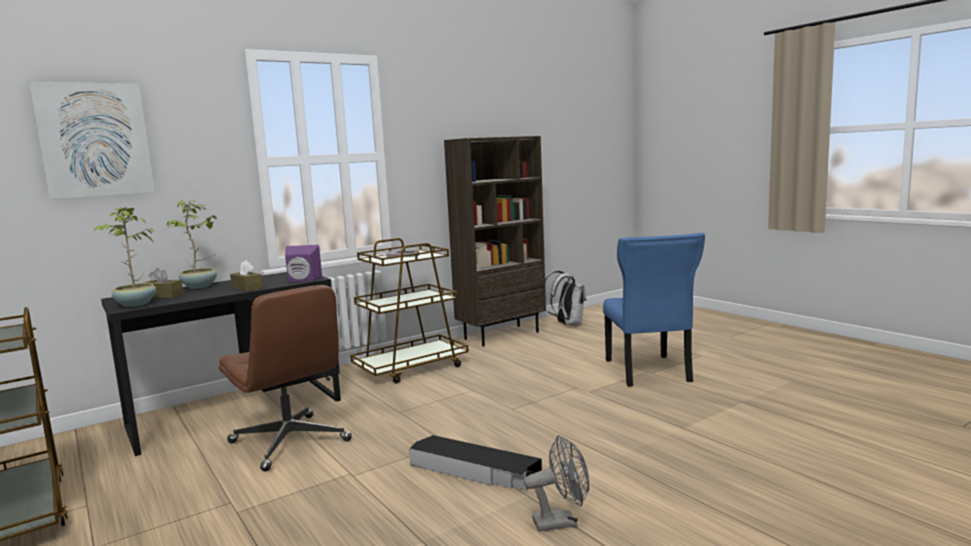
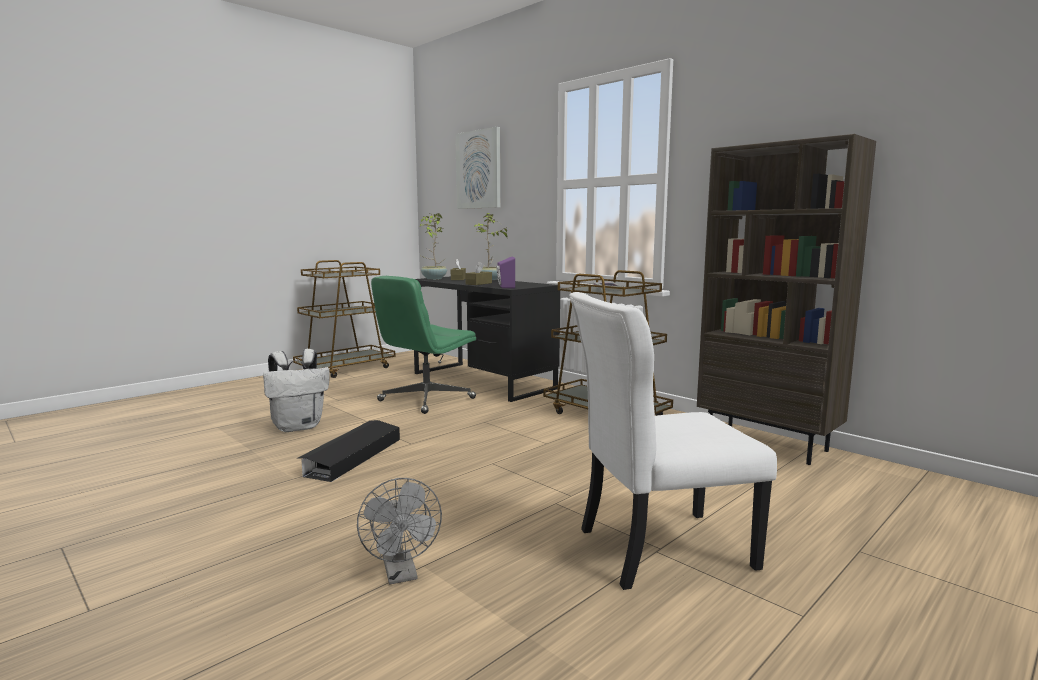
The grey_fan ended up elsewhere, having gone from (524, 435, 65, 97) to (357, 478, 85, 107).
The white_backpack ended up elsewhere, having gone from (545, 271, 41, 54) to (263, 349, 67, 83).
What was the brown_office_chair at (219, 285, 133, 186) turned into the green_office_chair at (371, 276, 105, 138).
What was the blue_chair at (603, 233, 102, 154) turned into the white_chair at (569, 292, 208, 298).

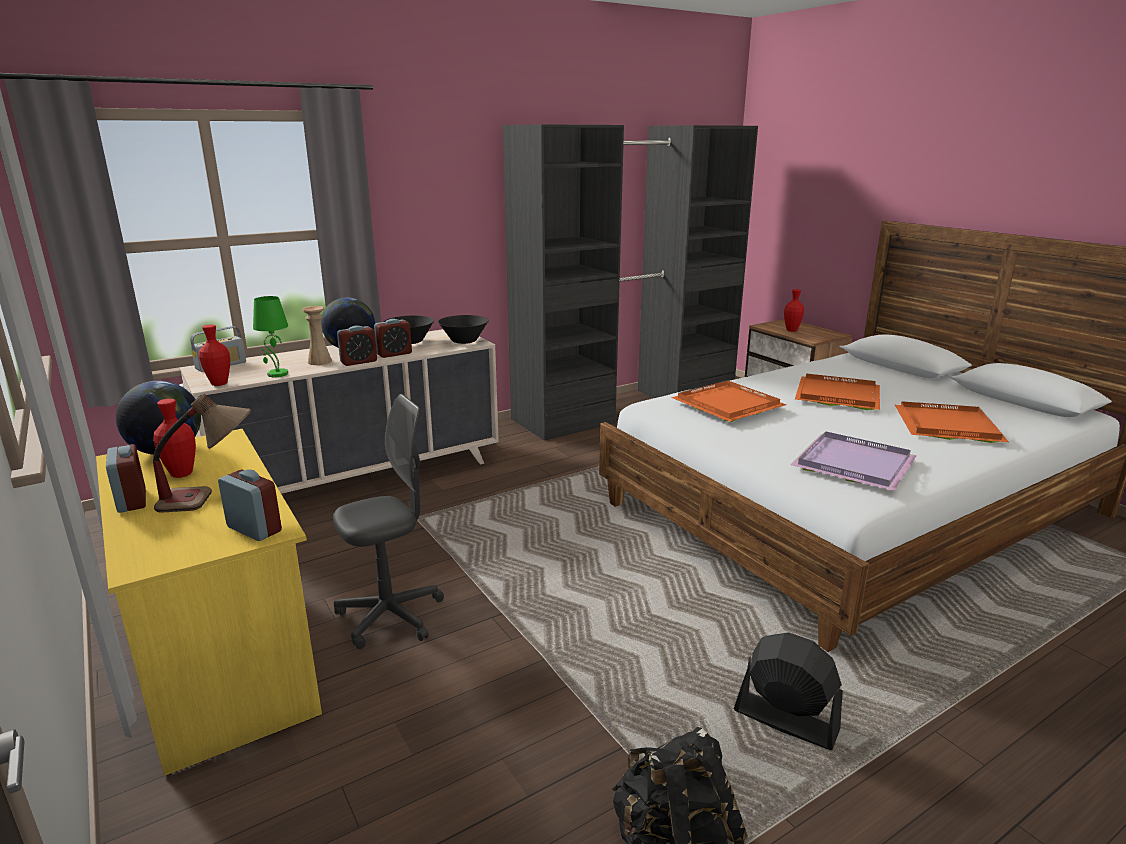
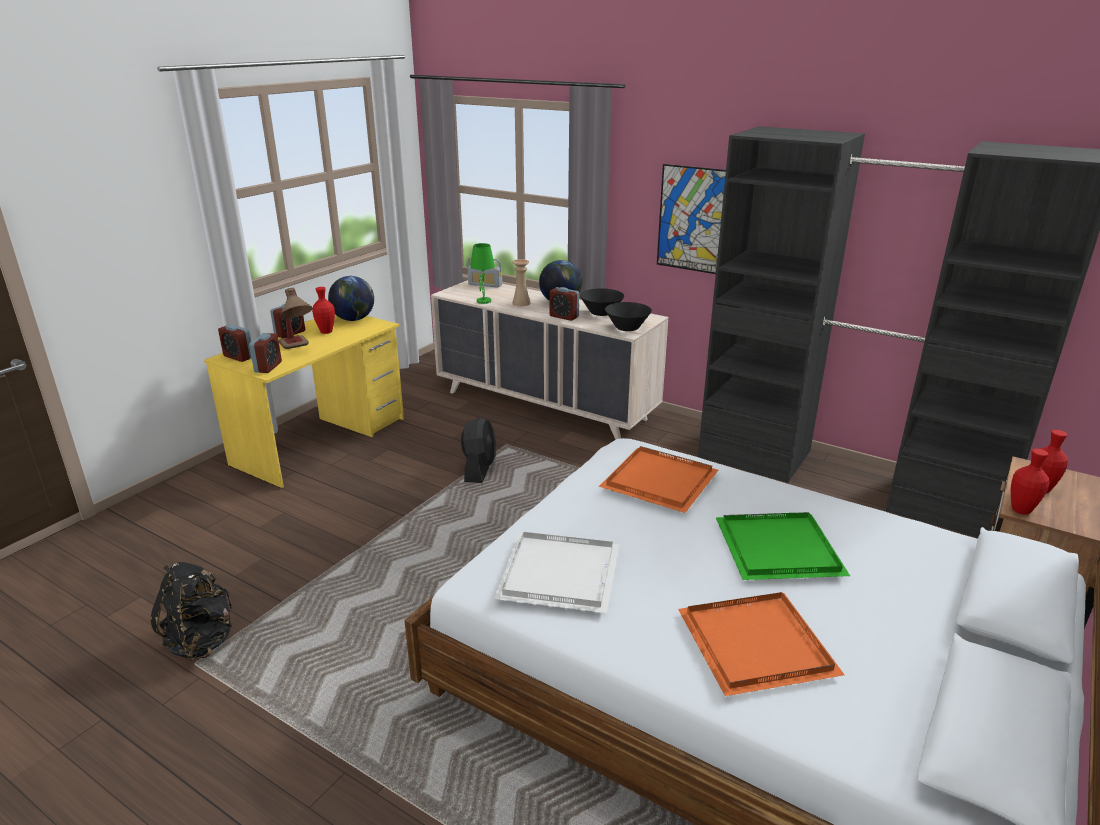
The second view lost the grey_office_chair at (333, 394, 111, 255).
The second view gained the picture at (657, 164, 69, 110).
The red_vase ended up elsewhere, having gone from (199, 325, 31, 61) to (1011, 449, 38, 66).
The alarm_clock ended up elsewhere, having gone from (337, 326, 40, 40) to (218, 324, 33, 38).
The black_fan ended up elsewhere, having gone from (734, 632, 109, 118) to (461, 417, 35, 66).
What was the purple_tray at (790, 432, 127, 59) turned into the white_tray at (494, 532, 125, 81).
What was the orange_tray at (795, 373, 85, 37) turned into the green_tray at (716, 512, 134, 68).

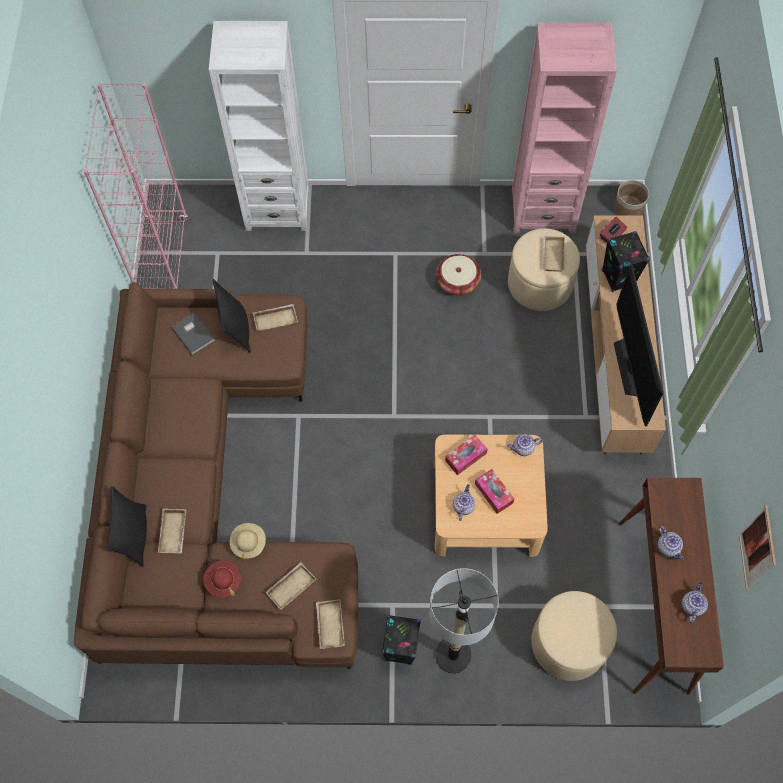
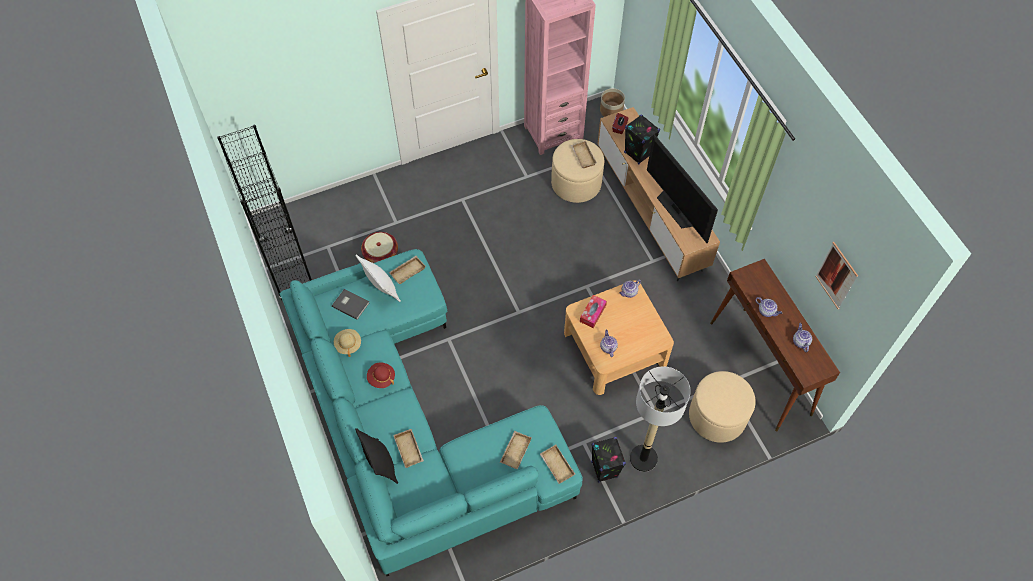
The second view lost the white_bookcase at (209, 21, 100, 210).
The second view lost the tissue_box at (475, 469, 39, 45).
The red_hat ended up elsewhere, having gone from (203, 561, 38, 37) to (367, 362, 28, 26).
The beige_hat ended up elsewhere, having gone from (230, 523, 36, 38) to (334, 329, 27, 28).
The basket ended up elsewhere, having gone from (436, 254, 45, 41) to (361, 232, 37, 31).
What was the brown_sofa at (74, 282, 284, 387) turned into the turquoise_sofa at (280, 249, 303, 327).
What was the pink_bookcase at (84, 83, 104, 206) turned into the black_bookcase at (217, 125, 95, 175).
What was the black_pillow at (213, 279, 38, 74) turned into the white_pillow at (356, 255, 45, 47).

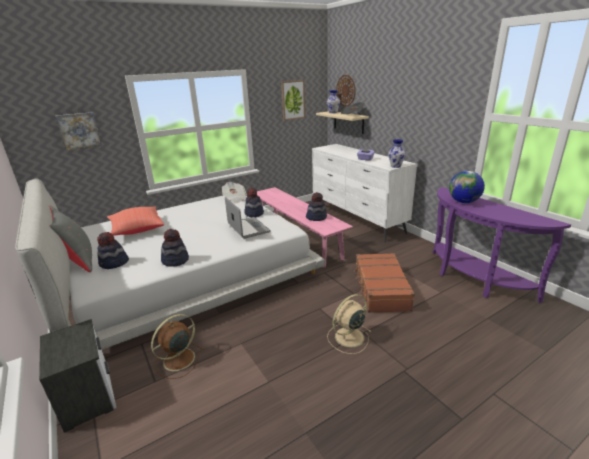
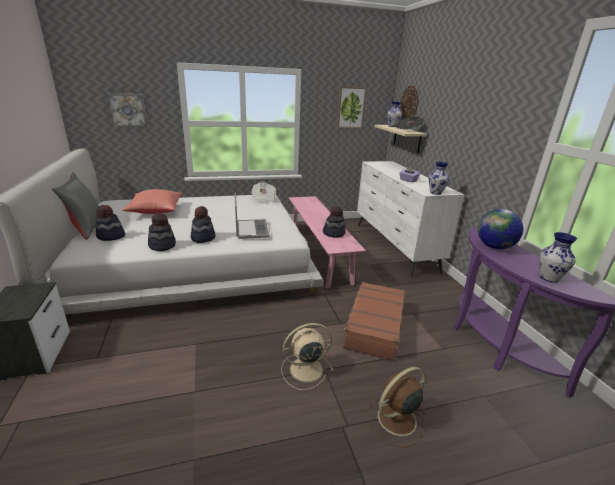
The second view gained the vase at (539, 232, 38, 51).
The brown_fan ended up elsewhere, having gone from (151, 314, 53, 65) to (368, 367, 58, 81).
The hat ended up elsewhere, having gone from (244, 188, 20, 29) to (191, 206, 25, 37).

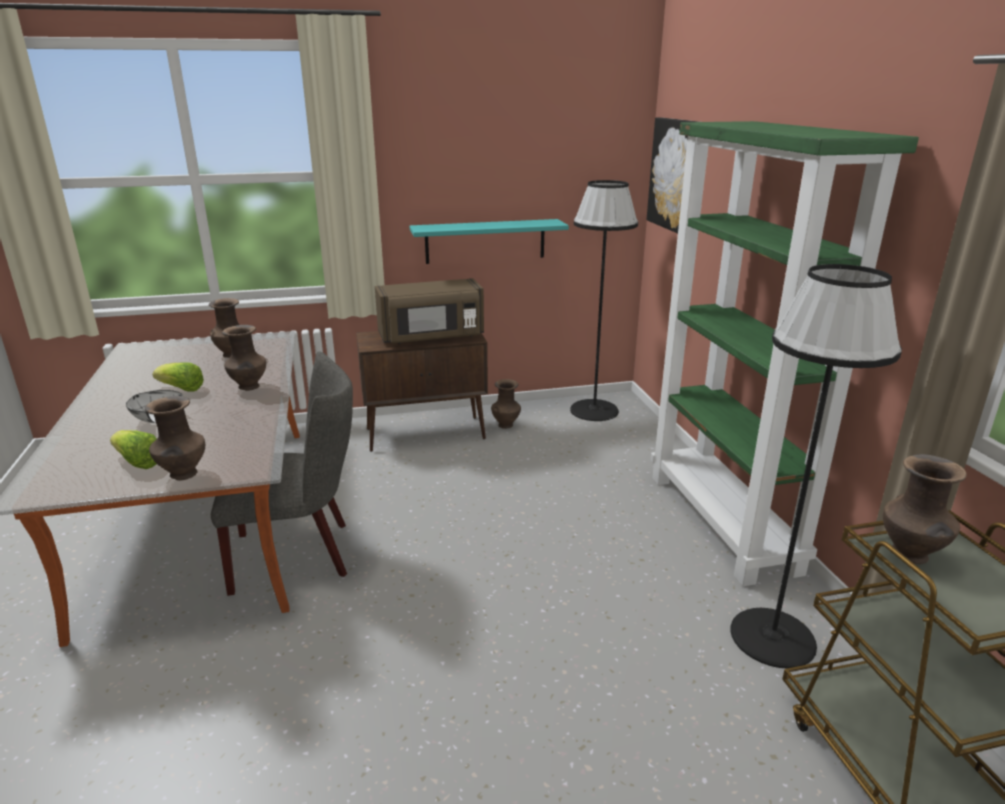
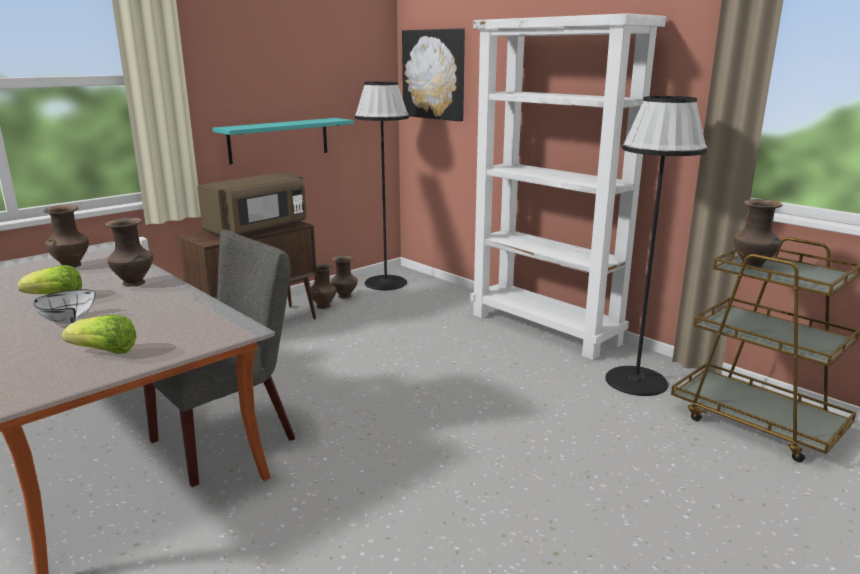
The brown_vase ended up elsewhere, having gone from (145, 396, 60, 85) to (331, 255, 27, 44).
What was the green_bookcase at (650, 121, 269, 465) turned into the white_bookcase at (470, 13, 196, 347).

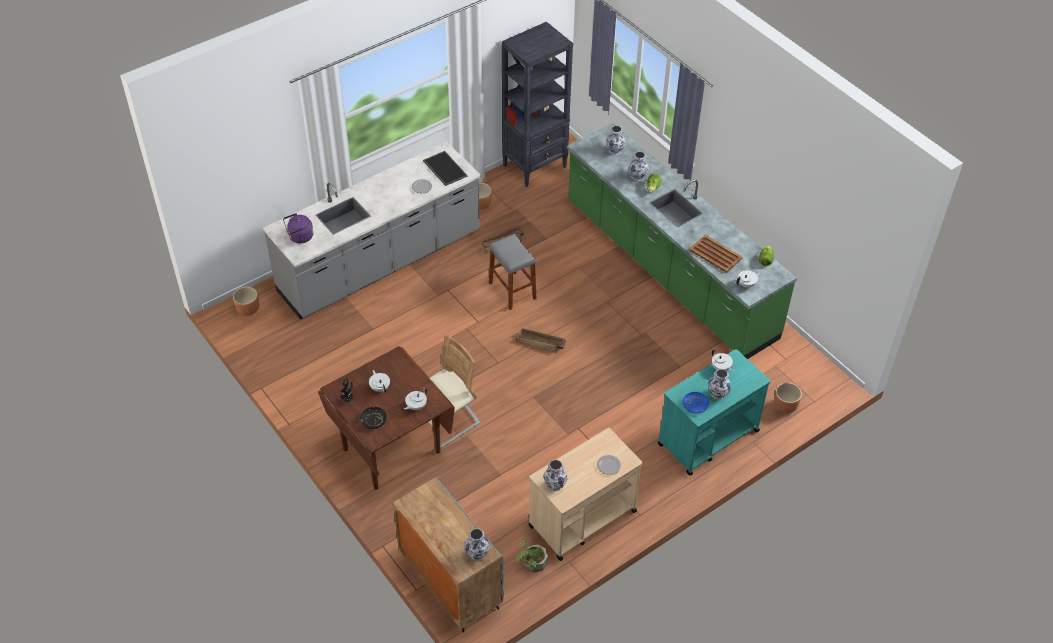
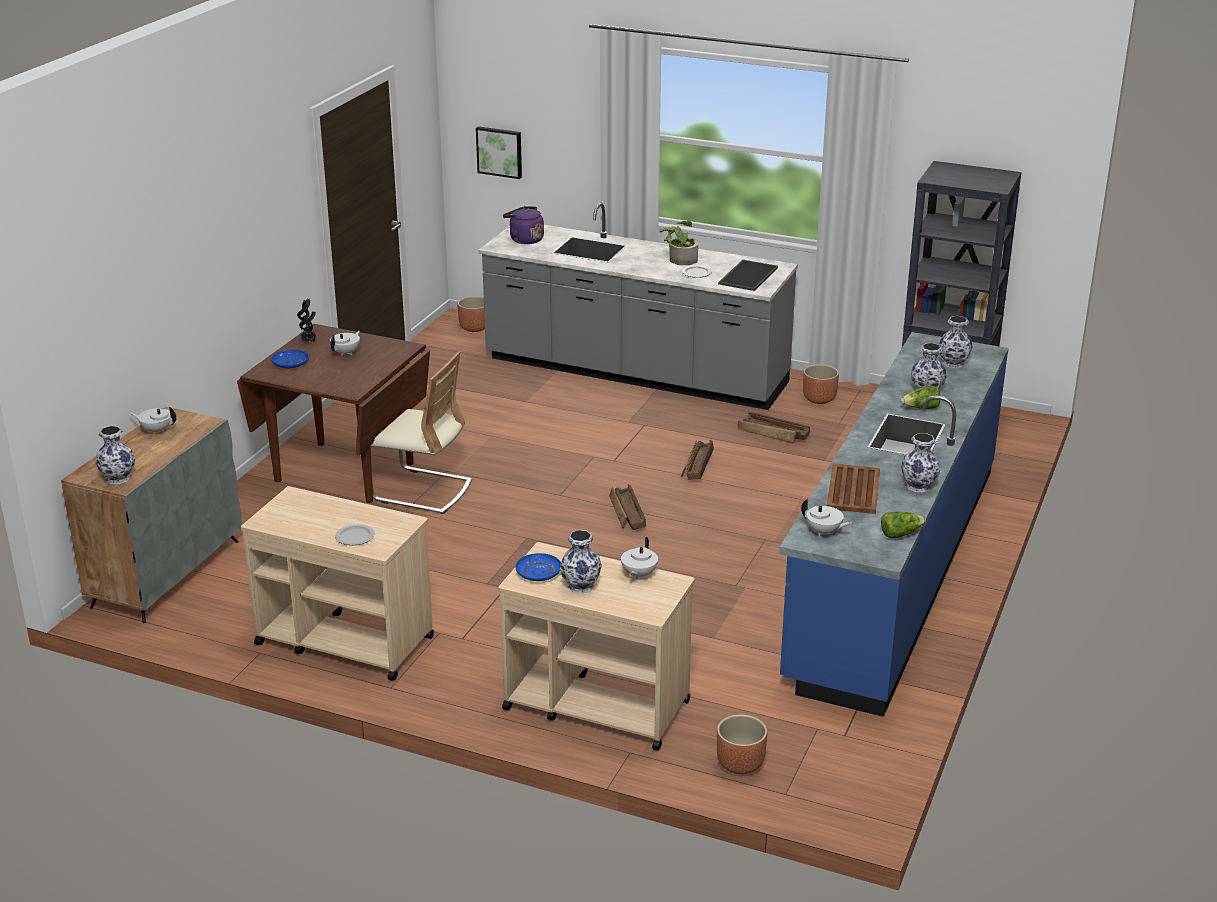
The second view gained the picture at (476, 126, 46, 53).
The white_teapot ended up elsewhere, having gone from (404, 388, 23, 22) to (131, 407, 45, 27).
The potted_plant ended up elsewhere, having gone from (517, 537, 31, 35) to (659, 221, 39, 44).
The vase ended up elsewhere, having gone from (543, 459, 25, 32) to (901, 433, 39, 59).
Where the grey_stool stood at (489, 234, 48, 76), the crate came to stand at (681, 440, 33, 40).
What was the black_plate at (360, 407, 27, 22) turned into the blue_plate at (271, 350, 38, 18).
What was the green_counter at (567, 123, 230, 236) turned into the blue_counter at (779, 332, 230, 385).
What was the turquoise_cart at (658, 349, 113, 127) turned into the beige_cart at (498, 542, 197, 209).

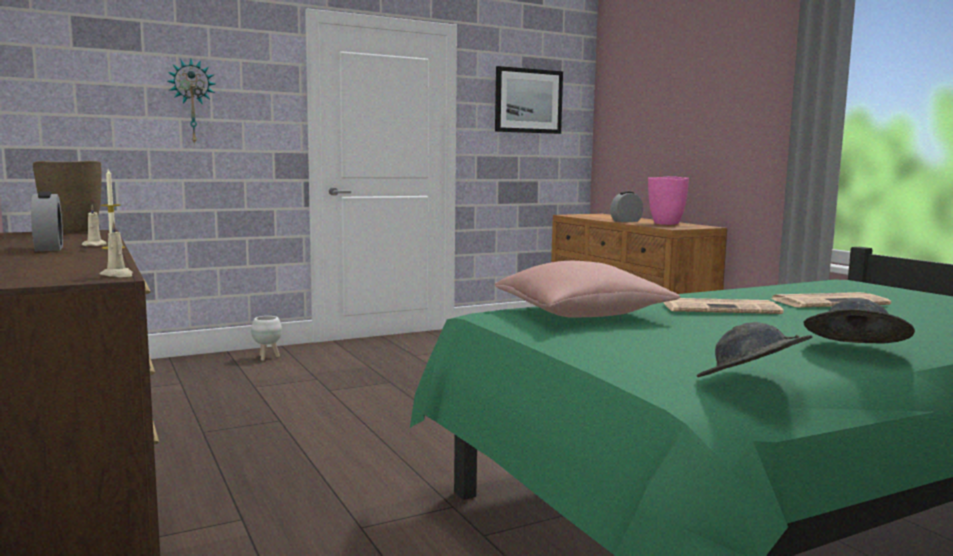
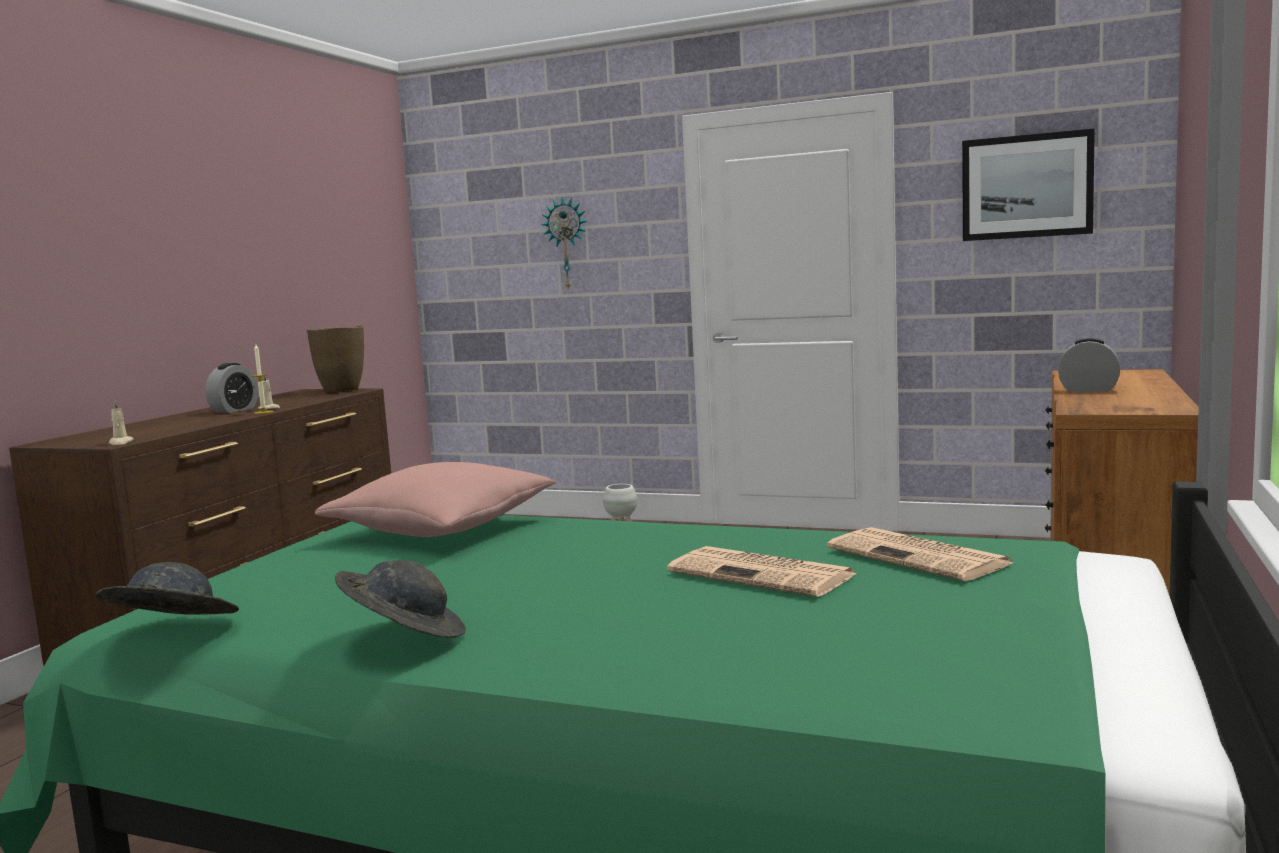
The second view lost the pink_vase at (648, 176, 41, 49).
The newspaper ended up elsewhere, having gone from (663, 298, 121, 16) to (827, 527, 186, 54).

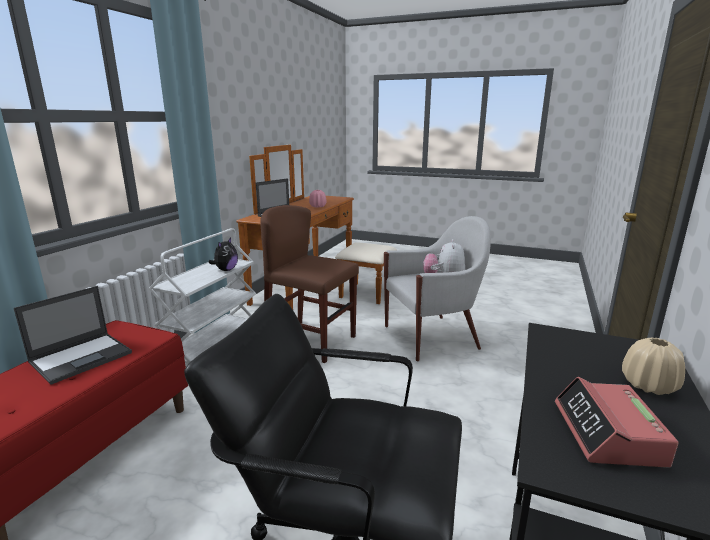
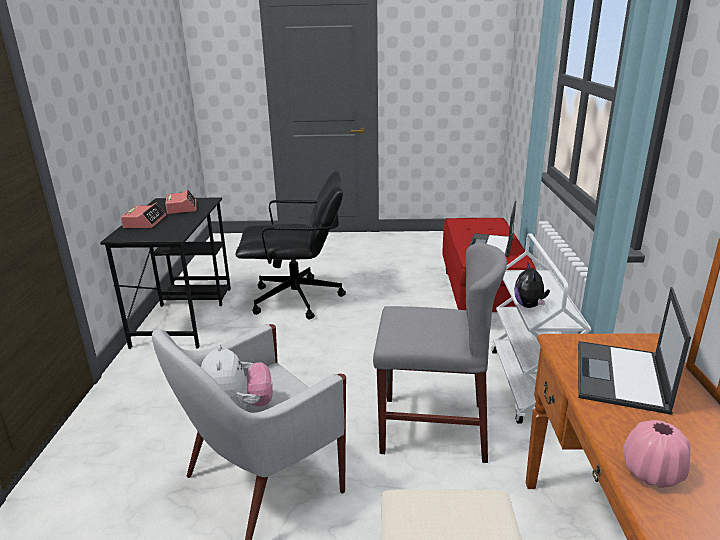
Where the beige_vase stood at (622, 338, 63, 57), the alarm_clock came to stand at (121, 203, 45, 25).
What was the brown_chair at (260, 205, 99, 158) turned into the grey_chair at (373, 243, 134, 220).

